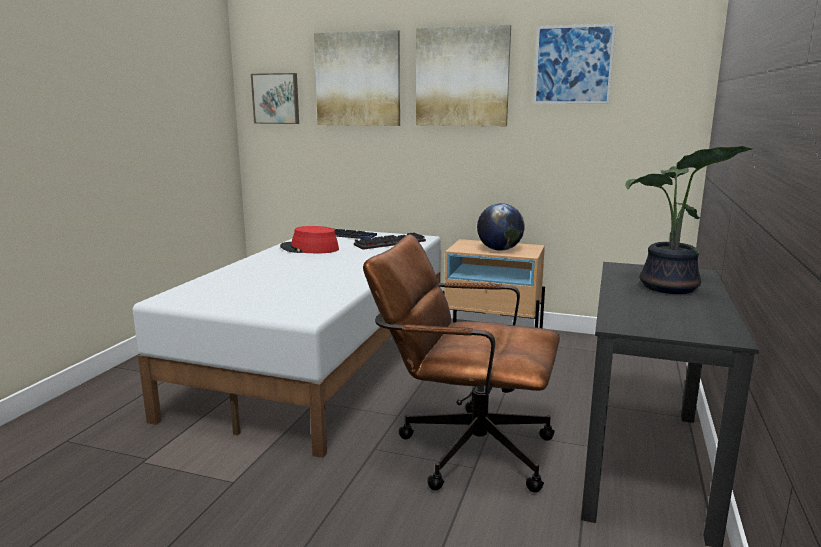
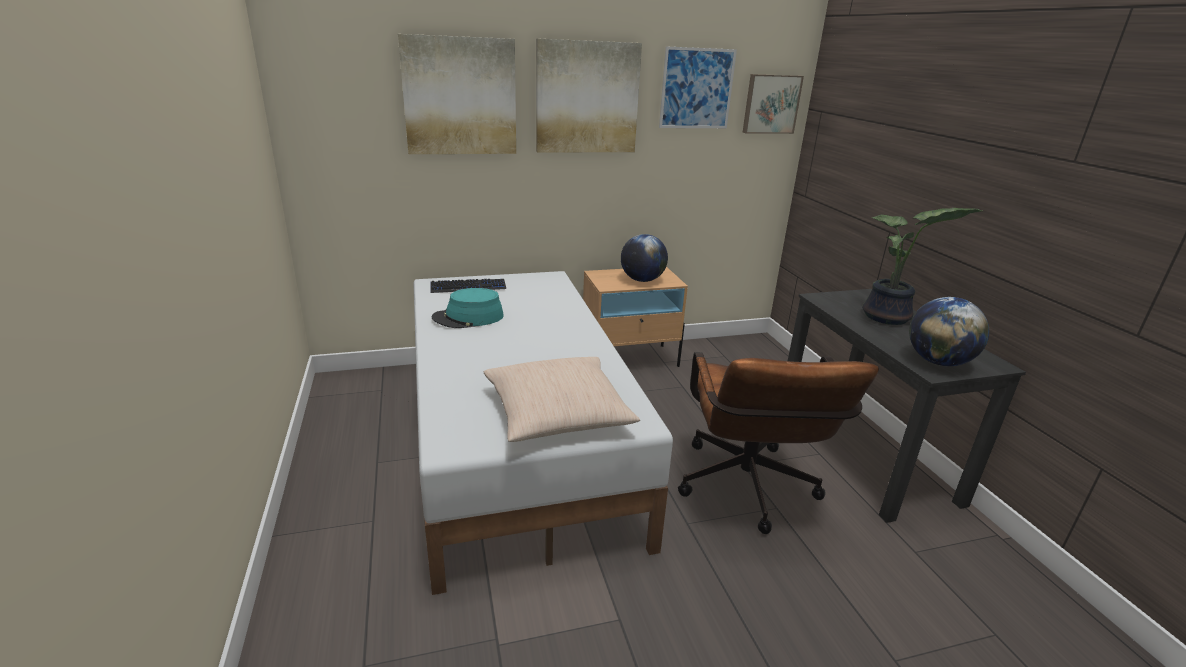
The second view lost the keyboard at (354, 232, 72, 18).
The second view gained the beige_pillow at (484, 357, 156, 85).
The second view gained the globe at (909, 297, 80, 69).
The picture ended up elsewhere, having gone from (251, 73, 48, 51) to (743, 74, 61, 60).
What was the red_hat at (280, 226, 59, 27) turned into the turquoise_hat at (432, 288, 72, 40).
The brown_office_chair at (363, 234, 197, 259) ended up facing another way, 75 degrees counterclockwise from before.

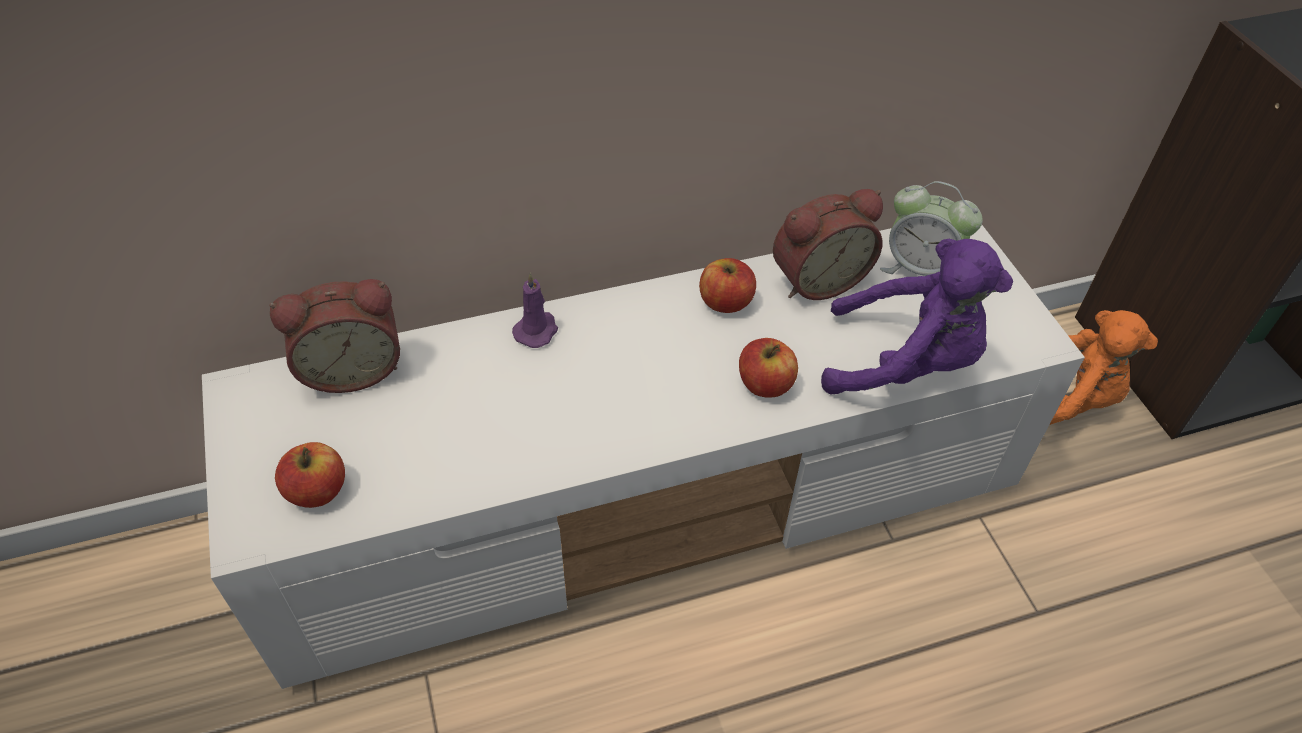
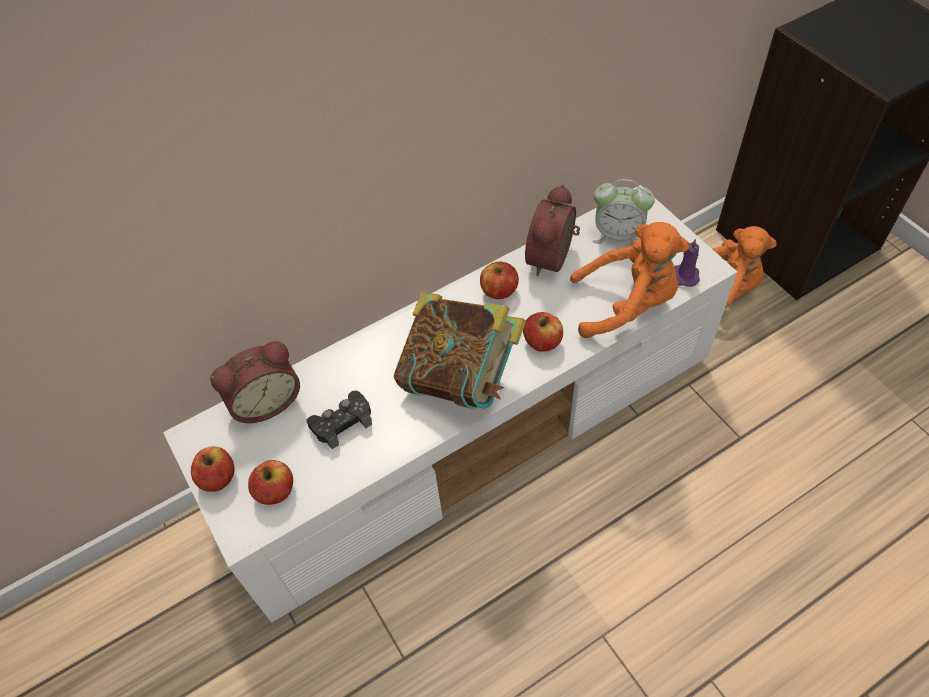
The second view gained the apple at (191, 446, 44, 46).
The second view gained the black_game_controller at (307, 390, 65, 59).
The second view gained the book at (394, 292, 132, 117).
The purple_candle ended up elsewhere, having gone from (512, 273, 46, 75) to (674, 238, 26, 49).
What was the purple_plush_toy at (821, 239, 192, 155) turned into the orange_plush_toy at (570, 222, 119, 116).
The alarm_clock at (773, 189, 110, 111) ended up facing another way, 150 degrees clockwise from before.

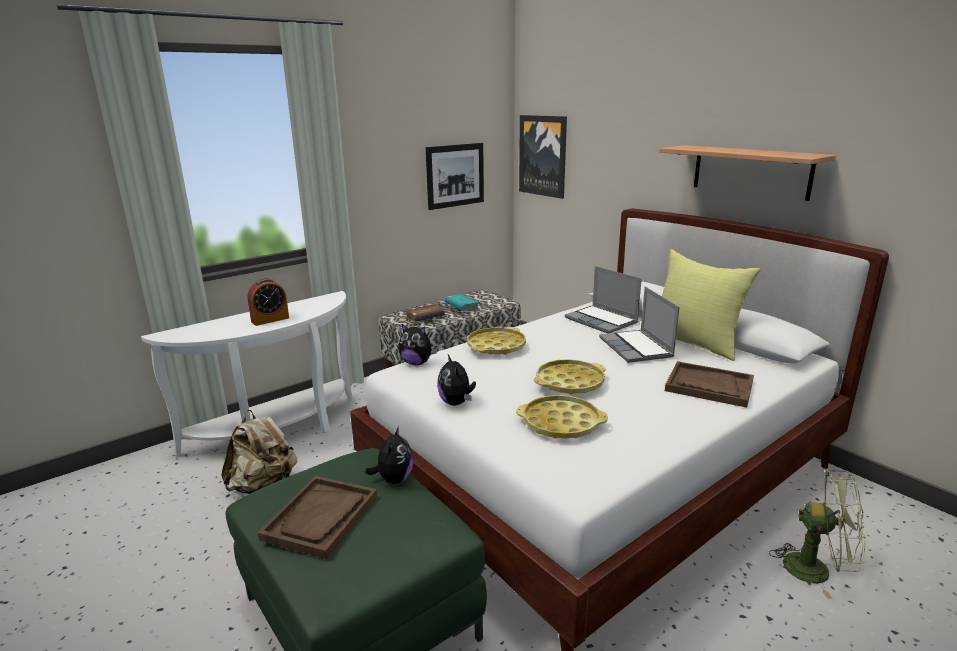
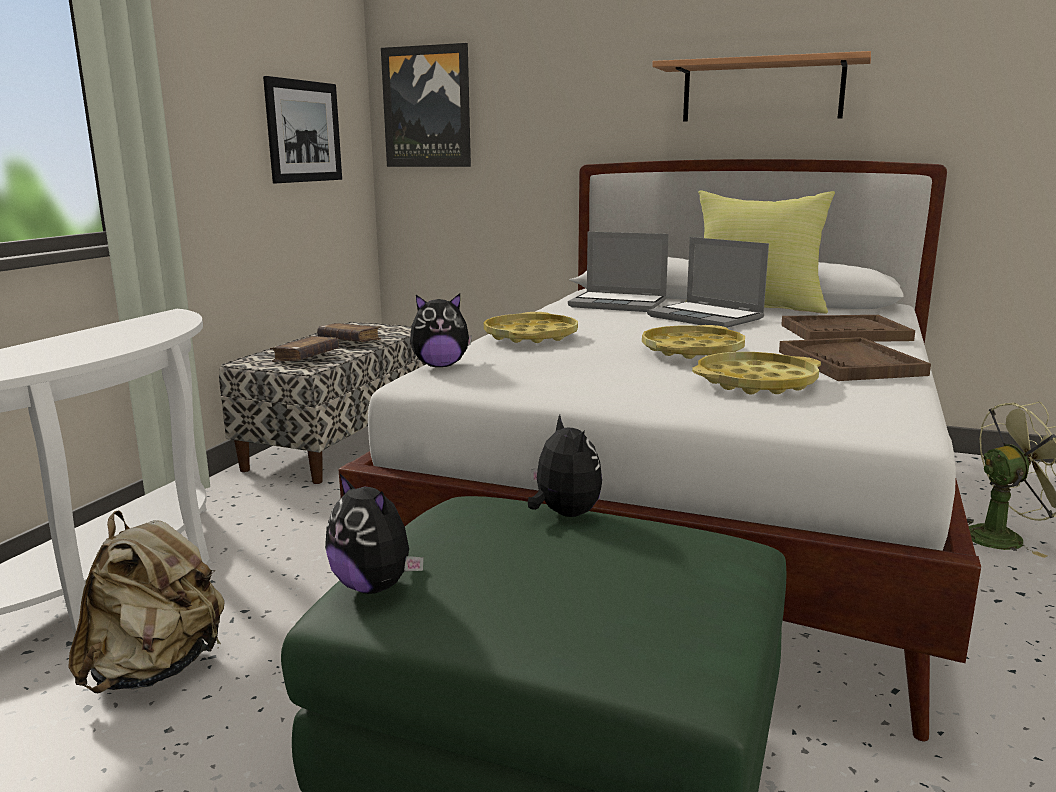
The second view lost the alarm_clock at (248, 278, 41, 48).
The brown_tray ended up elsewhere, having gone from (258, 476, 119, 83) to (779, 337, 152, 44).
The plush_toy ended up elsewhere, having gone from (437, 354, 39, 52) to (325, 474, 99, 120).
What was the turquoise_book at (445, 294, 35, 17) turned into the brown_book at (317, 323, 64, 19).

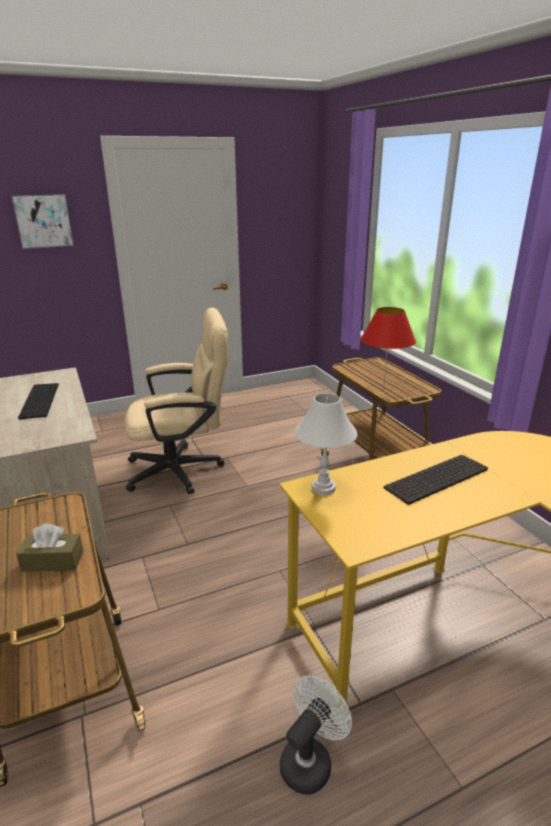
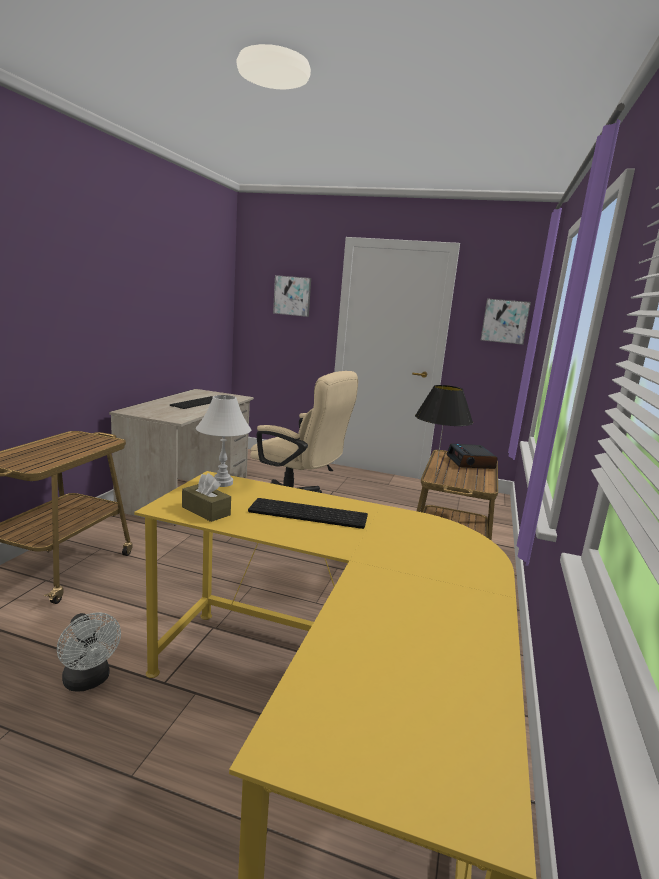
The second view gained the alarm_clock at (447, 444, 51, 25).
The second view gained the picture at (481, 298, 50, 47).
The brown_tissue_box ended up elsewhere, having gone from (16, 523, 68, 49) to (182, 473, 49, 49).
What was the red_table_lamp at (361, 307, 55, 85) turned into the black_table_lamp at (415, 385, 58, 90).
The white_fan at (280, 675, 72, 120) ended up facing another way, 60 degrees clockwise from before.

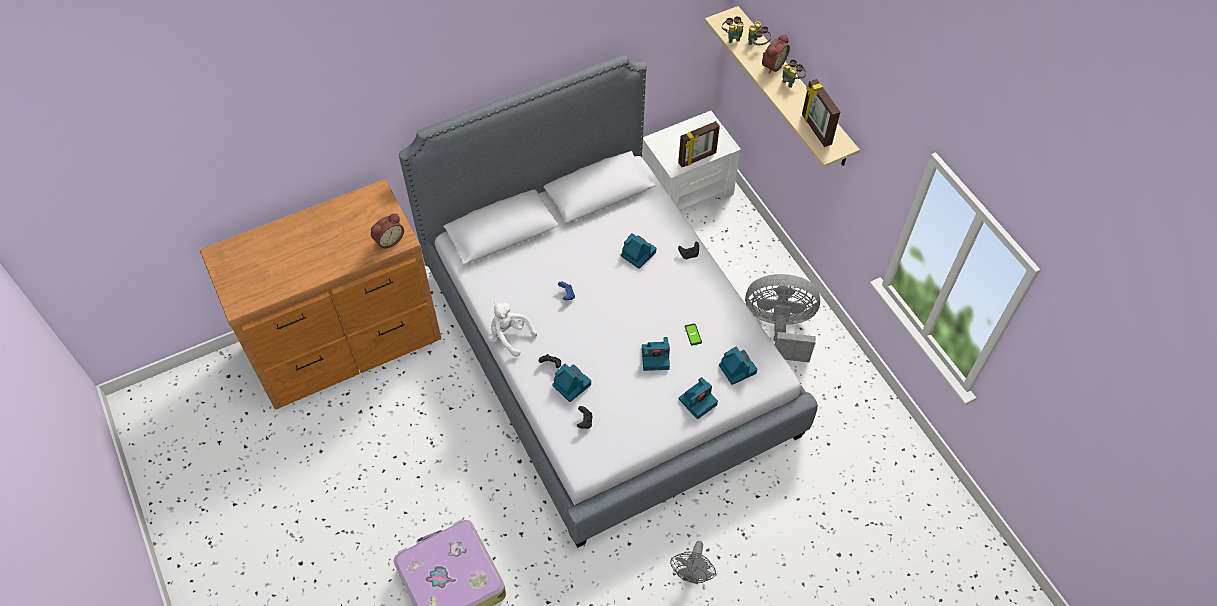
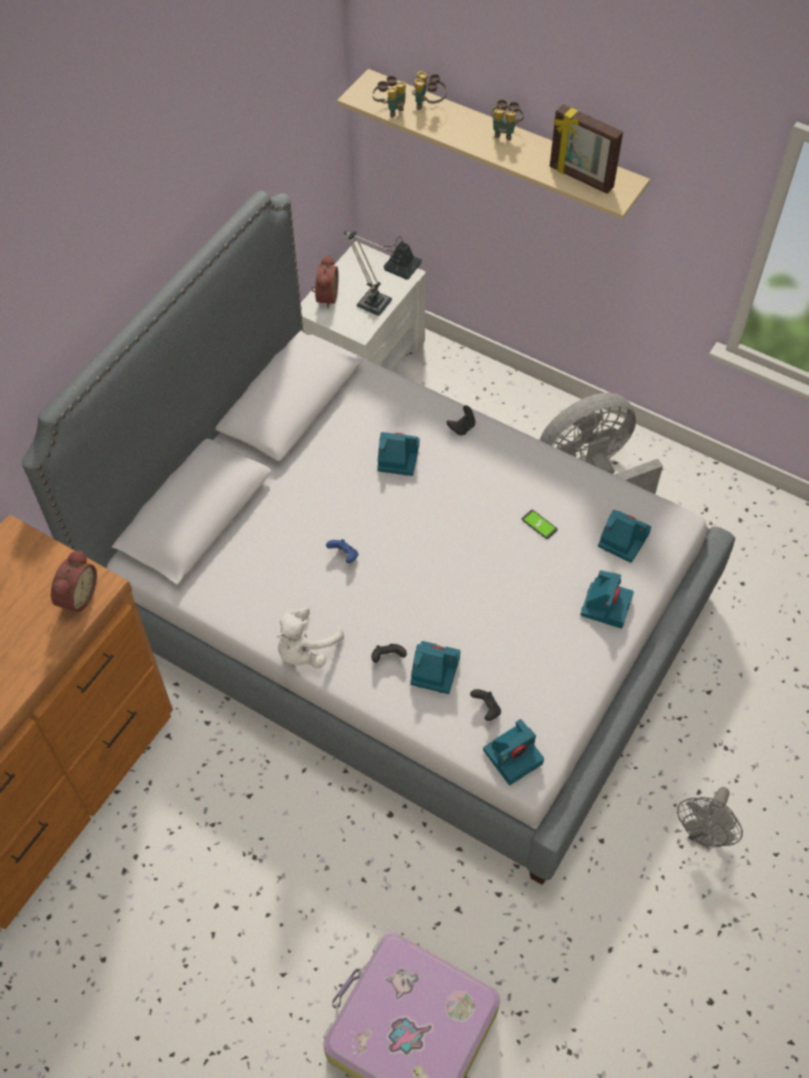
The photo_camera ended up elsewhere, having gone from (642, 337, 28, 34) to (483, 719, 61, 66).
The alarm_clock ended up elsewhere, having gone from (762, 34, 28, 40) to (312, 255, 26, 53).
Where the picture_frame stood at (678, 121, 42, 46), the table_lamp came to stand at (344, 231, 78, 85).
The white_plush_toy at (488, 302, 49, 55) ended up facing another way, 60 degrees counterclockwise from before.
The grey_fan at (670, 541, 46, 43) ended up facing another way, 45 degrees clockwise from before.

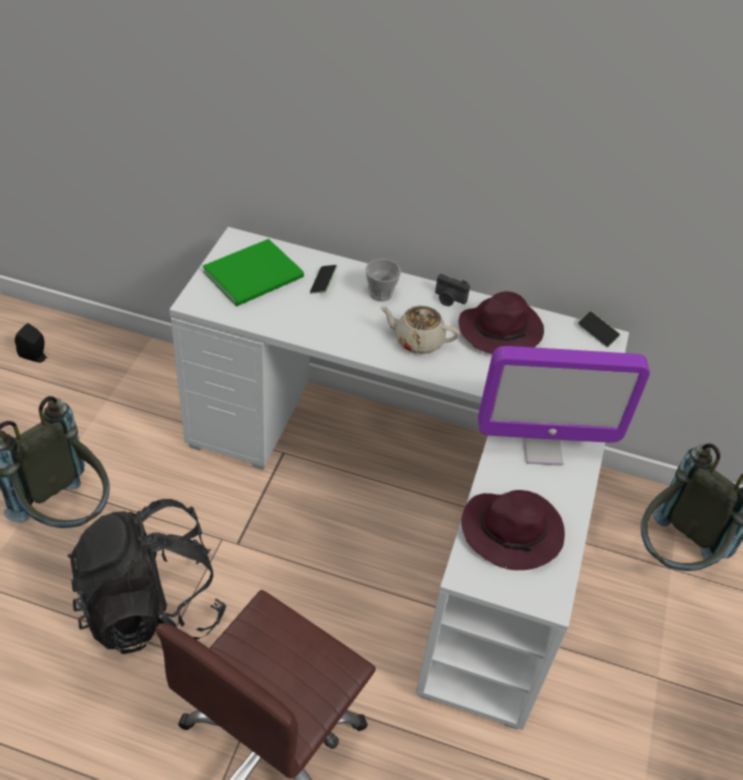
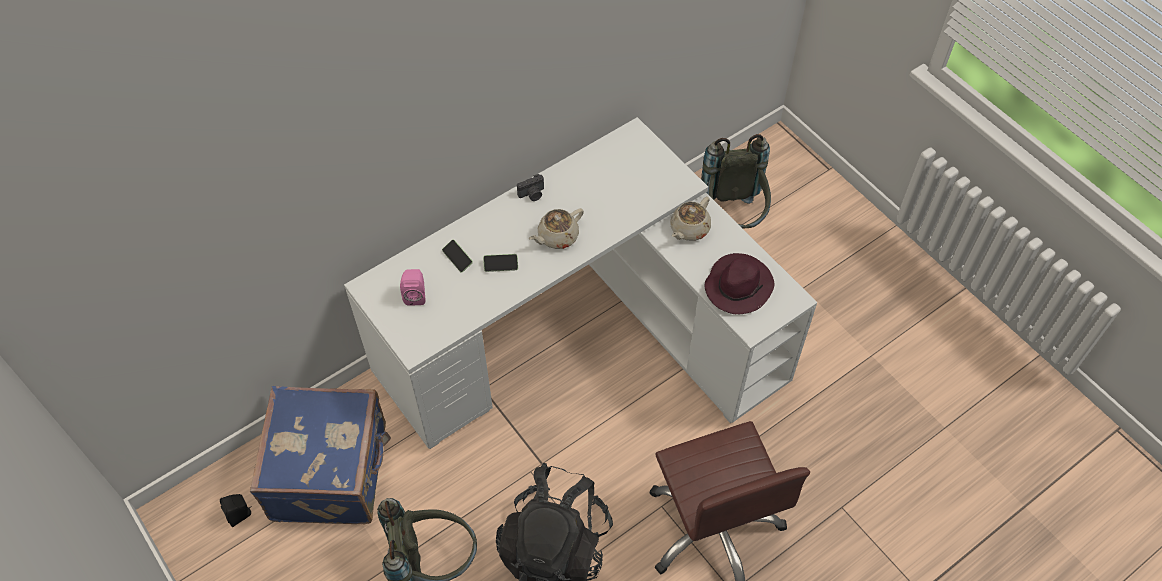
The second view lost the cup at (365, 259, 36, 43).
The second view lost the purple_hat at (459, 291, 85, 63).
The second view gained the blue_suitcase at (250, 386, 141, 138).
The phone ended up elsewhere, having gone from (578, 311, 42, 36) to (483, 254, 35, 18).
Where the green_book stood at (203, 239, 101, 68), the pink_speaker came to stand at (400, 269, 26, 37).
Where the monitor stood at (478, 346, 172, 120), the beige_teapot came to stand at (671, 196, 40, 45).

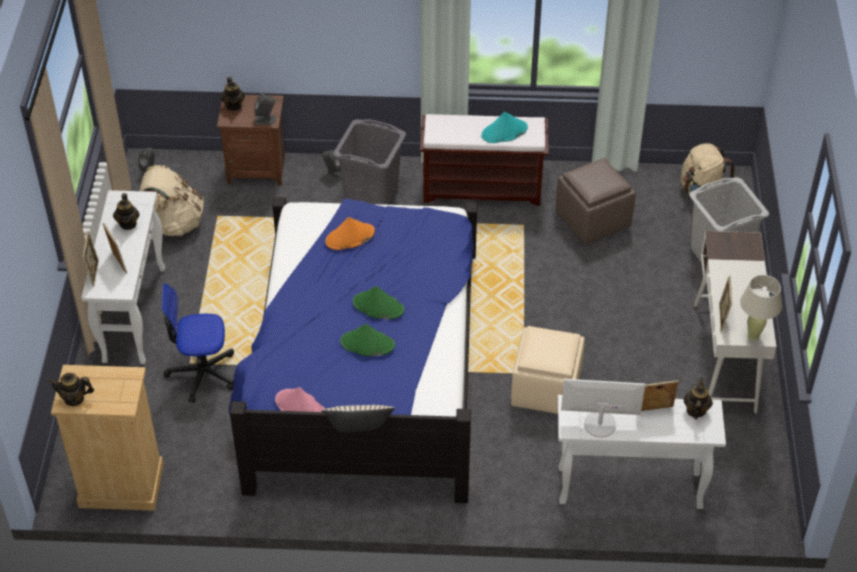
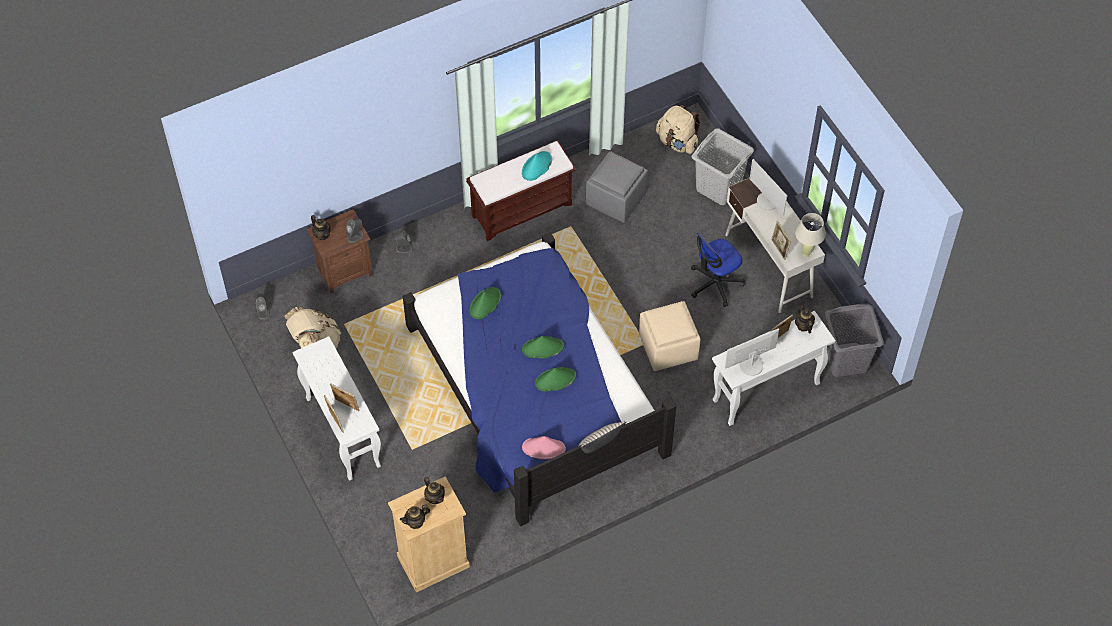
The second view gained the monitor at (750, 159, 37, 57).
The teapot ended up elsewhere, having gone from (113, 193, 27, 37) to (424, 477, 21, 27).
The office_chair ended up elsewhere, having gone from (161, 283, 73, 120) to (691, 233, 54, 74).
The grey_laundry_basket ended up elsewhere, having gone from (333, 119, 73, 86) to (825, 304, 59, 73).
What was the orange_hat at (325, 217, 50, 33) turned into the green_hat at (470, 287, 31, 32).
What was the brown_ottoman at (556, 158, 80, 87) turned into the grey_ottoman at (586, 152, 62, 71).

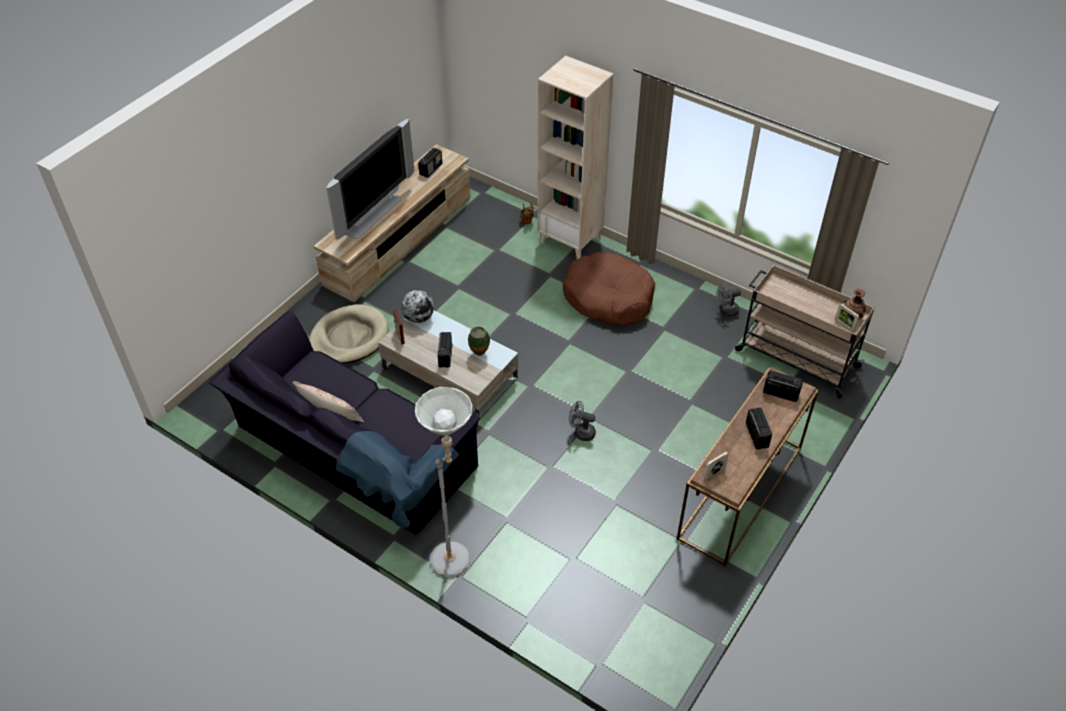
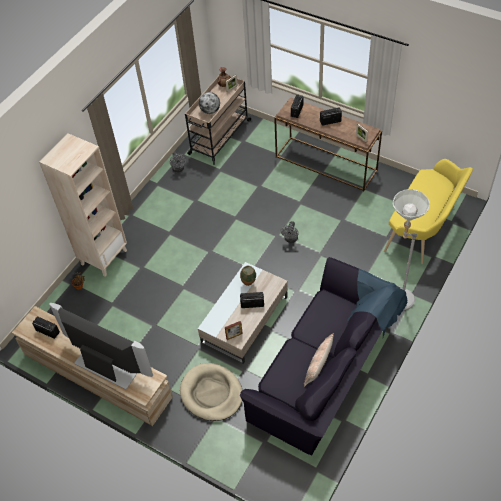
The second view lost the brown_dog_bed at (563, 252, 92, 74).
The second view gained the yellow_bench at (384, 159, 89, 105).
The globe ended up elsewhere, having gone from (401, 290, 33, 33) to (199, 92, 21, 22).

